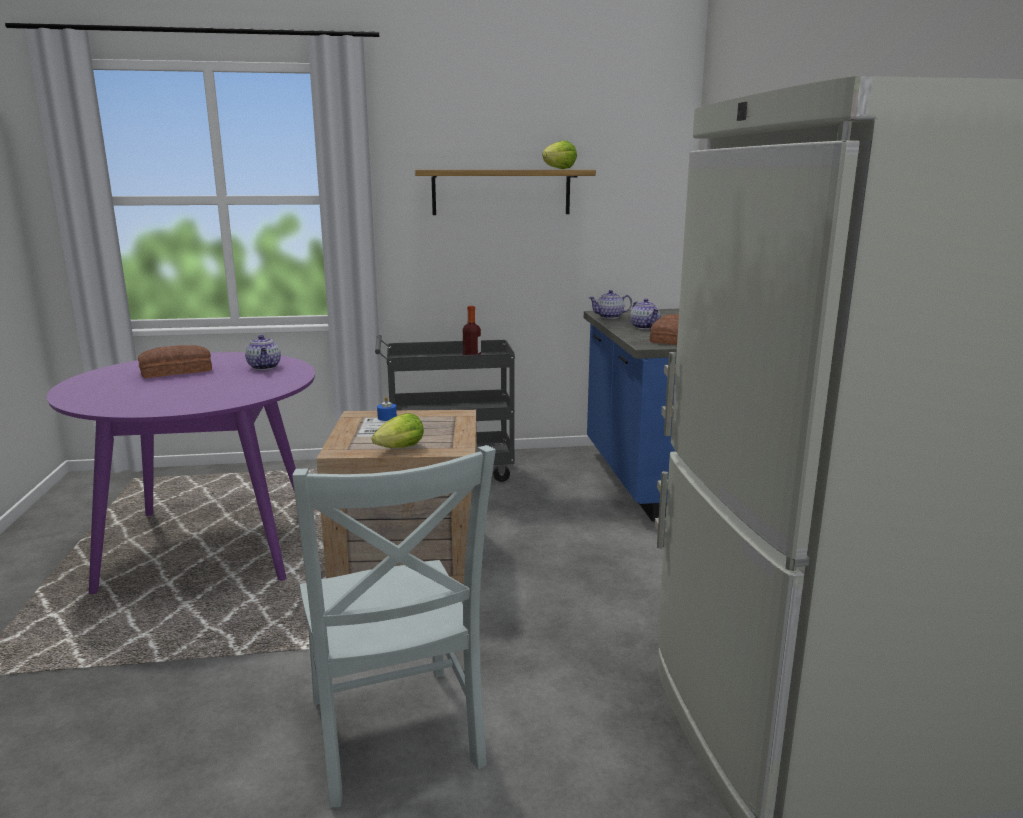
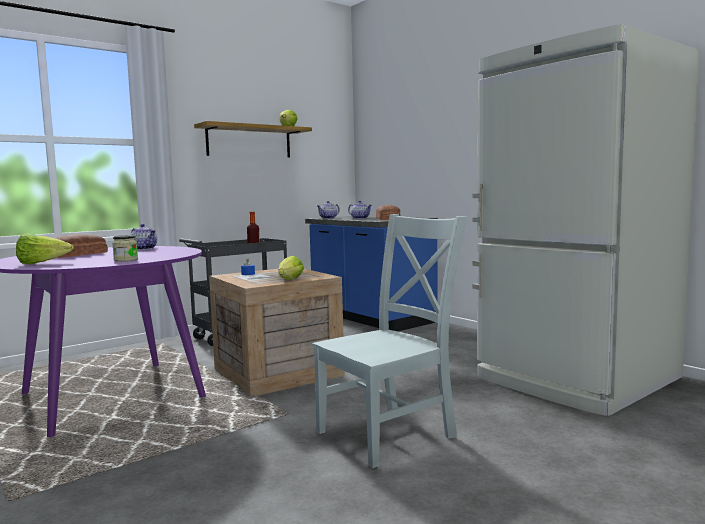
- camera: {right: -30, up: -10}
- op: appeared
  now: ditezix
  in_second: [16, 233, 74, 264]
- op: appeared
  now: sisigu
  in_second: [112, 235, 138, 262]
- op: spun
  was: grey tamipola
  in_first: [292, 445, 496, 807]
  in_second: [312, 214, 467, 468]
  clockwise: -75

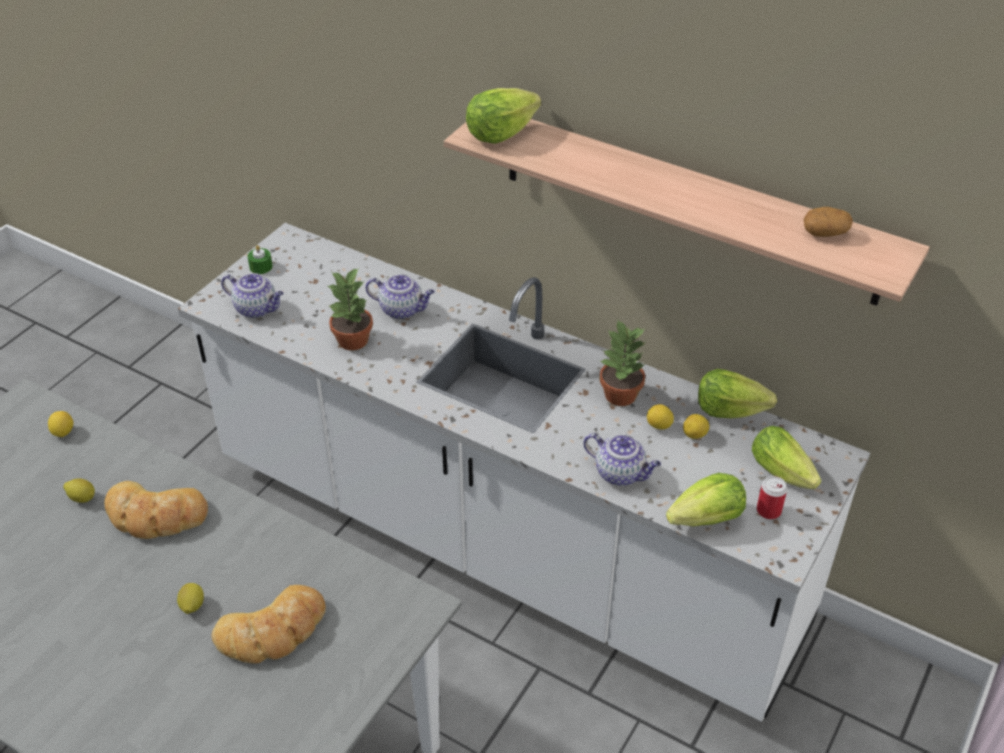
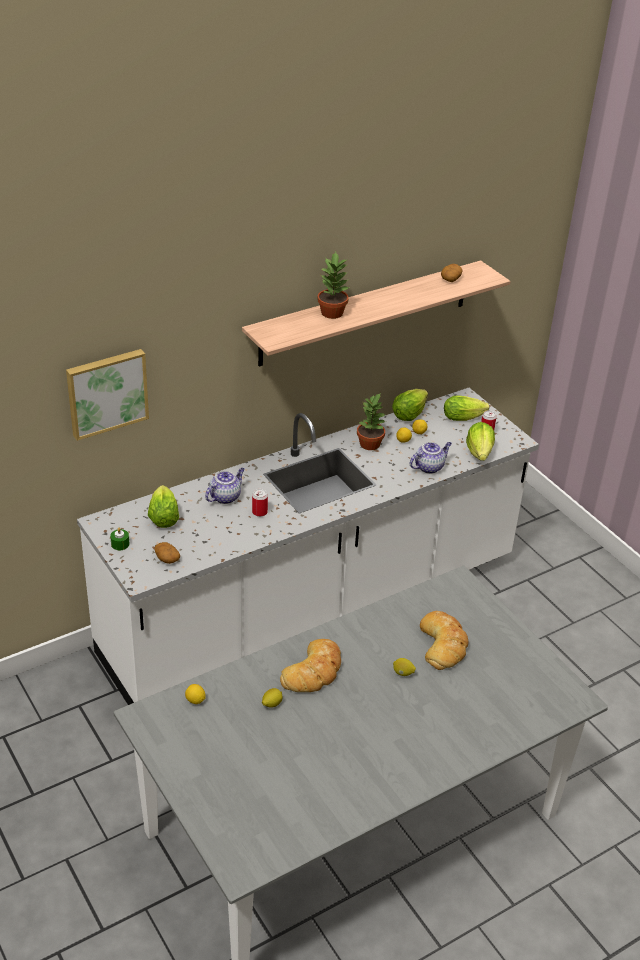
- camera: {right: -65, up: -5}
- op: appeared
  now: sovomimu
  in_second: [66, 349, 149, 441]
- op: relocated
  was: ditezix
  in_first: [466, 88, 541, 144]
  in_second: [148, 485, 179, 528]
- op: exchanged
  was: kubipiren
  now: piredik
  in_first: [221, 273, 284, 318]
  in_second: [154, 542, 180, 564]
- op: appeared
  now: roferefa
  in_second: [252, 489, 268, 517]
- op: relocated
  was: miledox
  in_first: [328, 268, 373, 350]
  in_second: [317, 252, 350, 319]

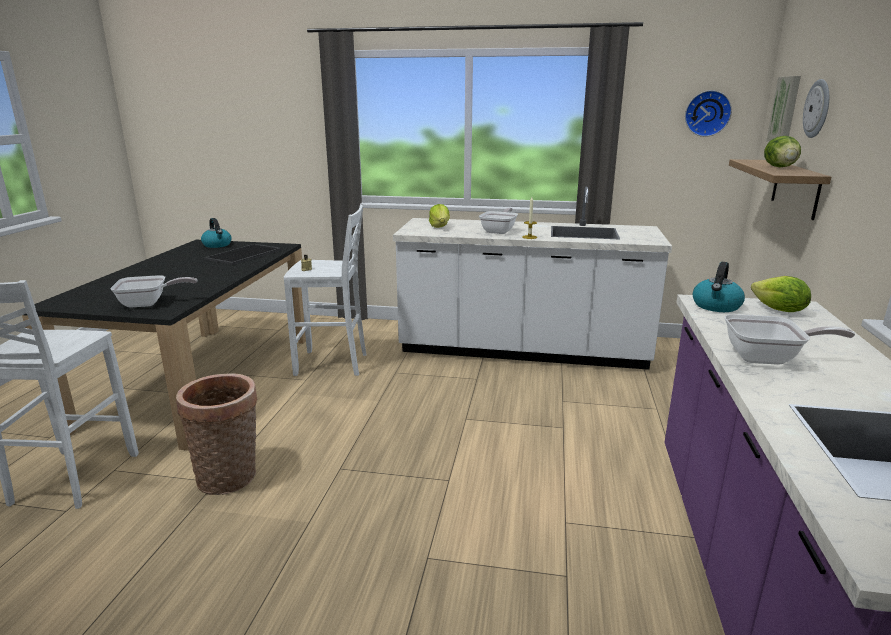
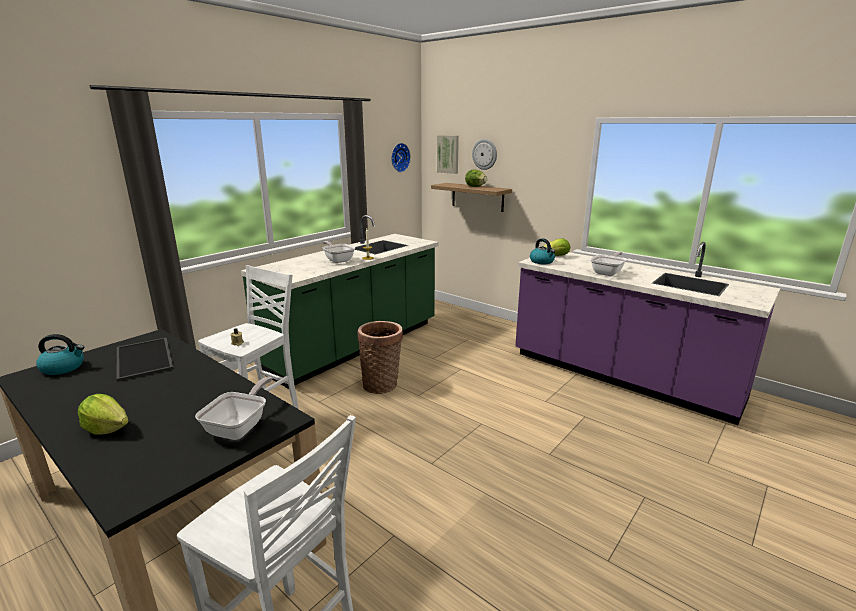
- camera: {right: -60, up: 0}
- op: relocated
  was: ditezix
  in_first: [429, 204, 450, 228]
  in_second: [78, 394, 129, 435]
- op: colour
  was: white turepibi
  now: green turepibi
  in_first: [393, 187, 672, 370]
  in_second: [241, 215, 439, 388]
- op: relocated
  was: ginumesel
  in_first: [176, 373, 258, 495]
  in_second: [357, 321, 403, 394]

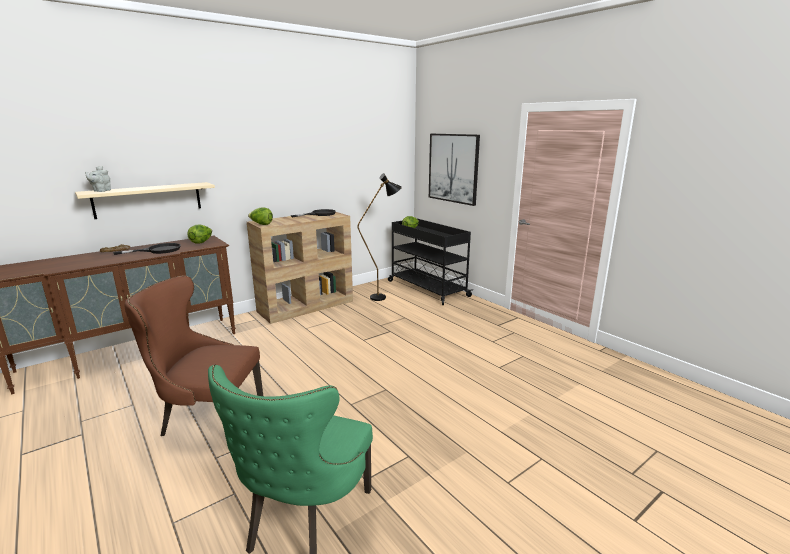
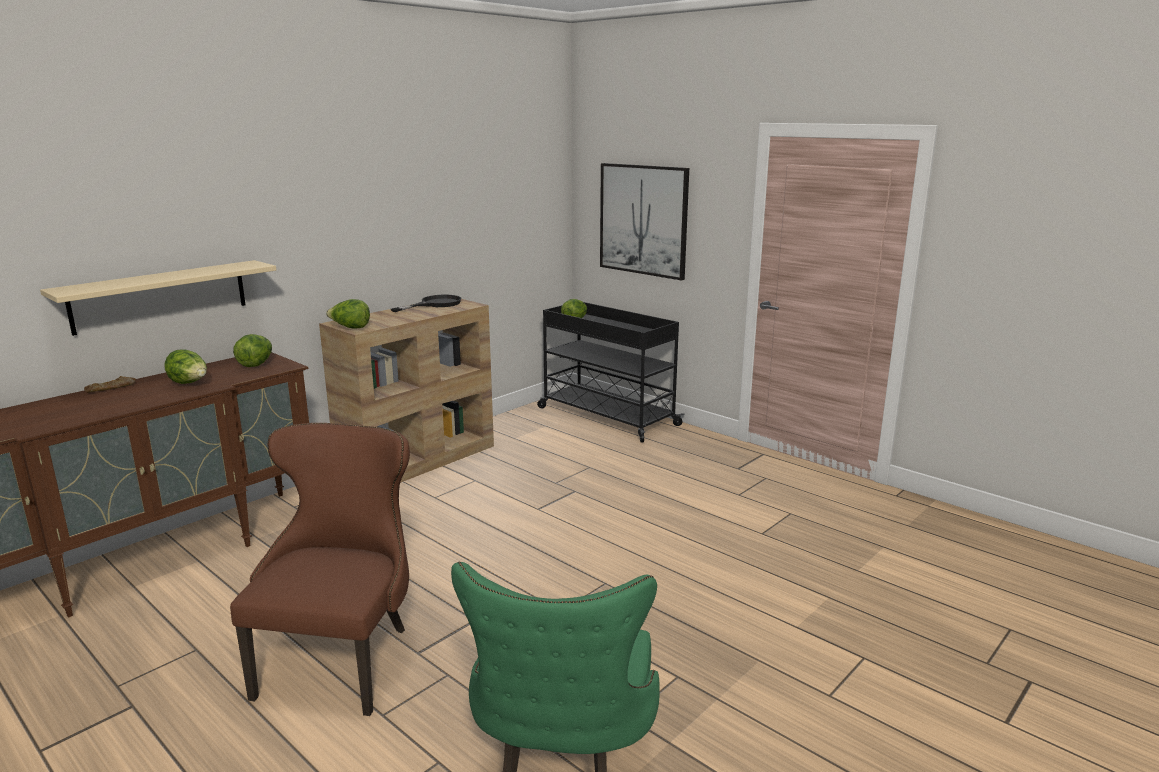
- camera: {right: -10, up: 0}
- op: exchanged
  was: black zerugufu
  now: ditezix
  in_first: [113, 243, 181, 255]
  in_second: [165, 349, 207, 384]
- op: spun
  was: brown tamipola
  in_first: [125, 276, 263, 436]
  in_second: [230, 423, 410, 716]
  clockwise: 105
- op: missing
  was: grey kubipiren
  in_first: [85, 166, 111, 192]
- op: missing
  was: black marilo
  in_first: [357, 173, 402, 301]

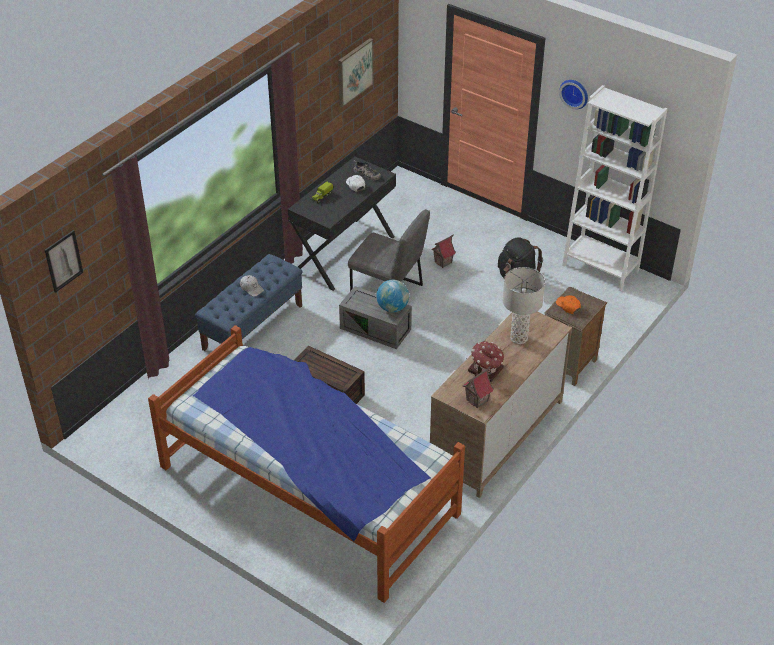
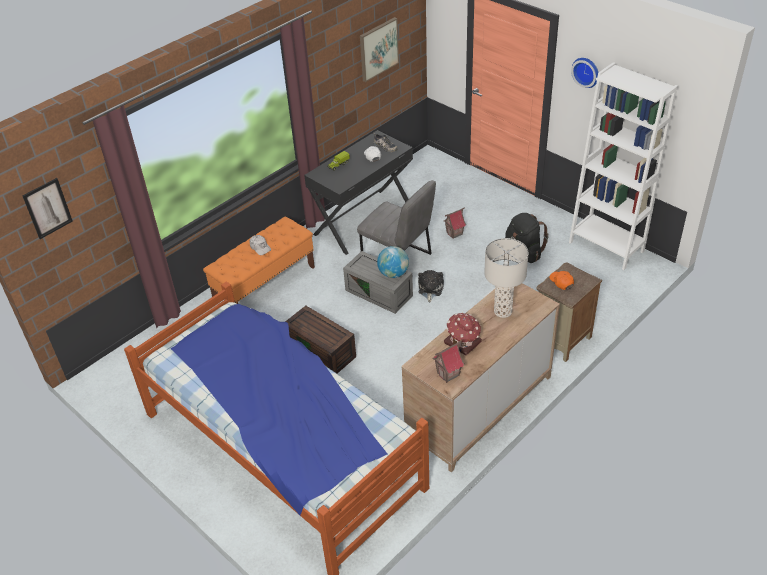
- camera: {right: 10, up: 0}
- op: colour
  was: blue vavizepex
  now: orange vavizepex
  in_first: [195, 254, 303, 351]
  in_second: [203, 217, 315, 304]
- op: appeared
  now: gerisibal
  in_second: [418, 270, 444, 302]

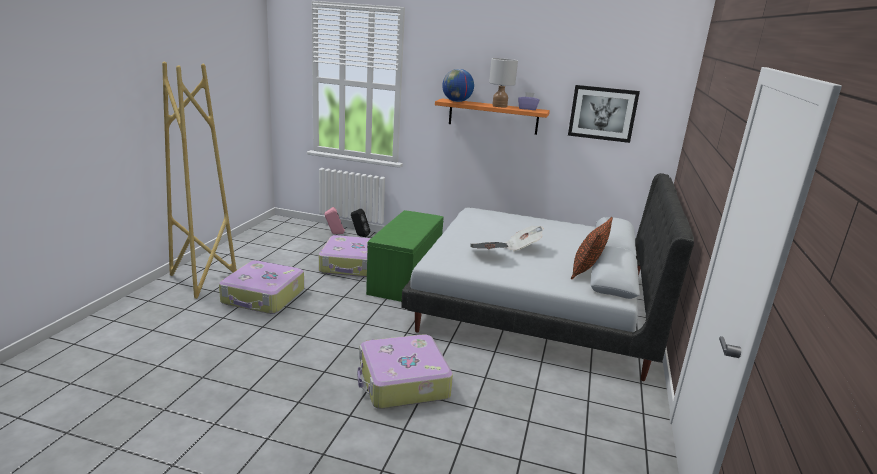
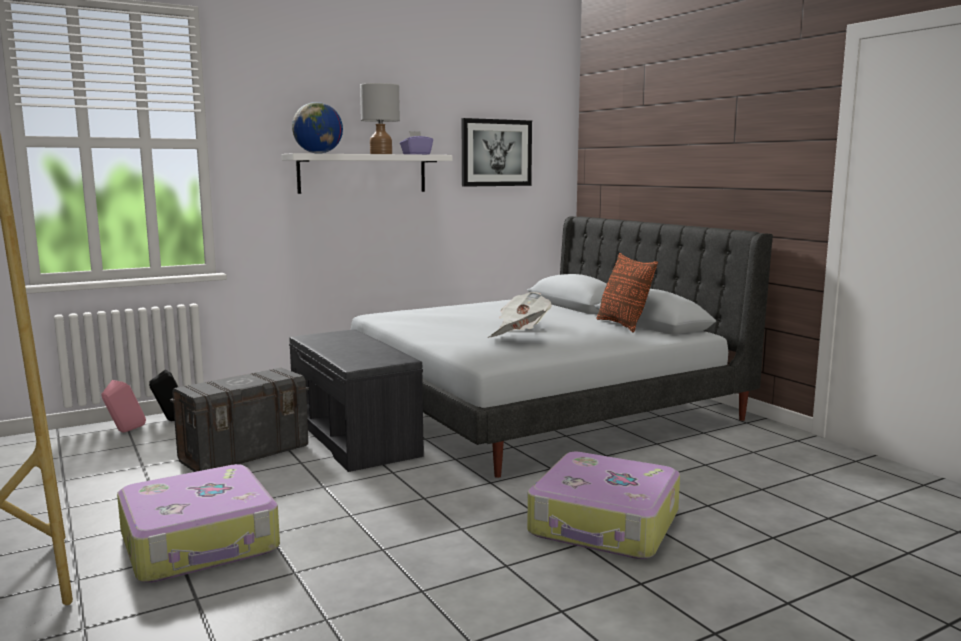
- camera: {right: -45, up: -10}
- op: exchanged
  was: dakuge
  now: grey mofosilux
  in_first: [319, 235, 371, 277]
  in_second: [170, 368, 309, 472]
- op: colour
  was: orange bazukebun
  now: white bazukebun
  in_first: [435, 99, 550, 135]
  in_second: [281, 153, 452, 194]
- op: colour
  was: green vavizepex
  now: grey vavizepex
  in_first: [366, 210, 444, 302]
  in_second: [289, 330, 424, 472]

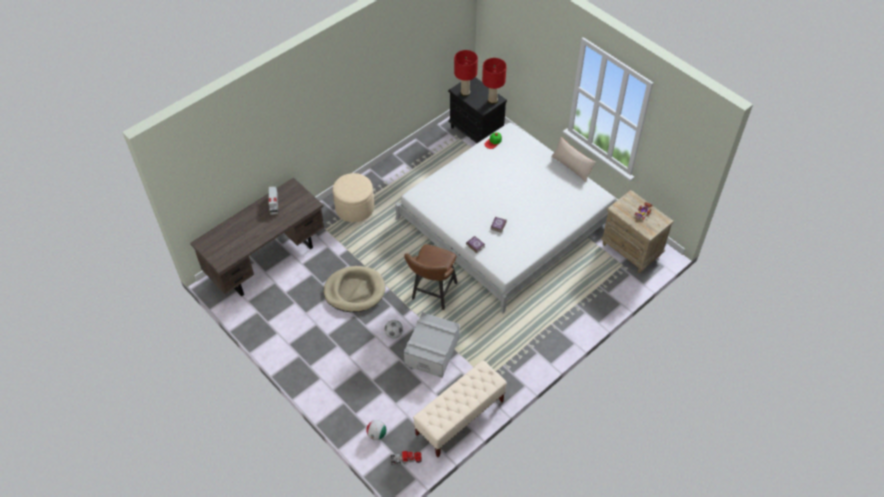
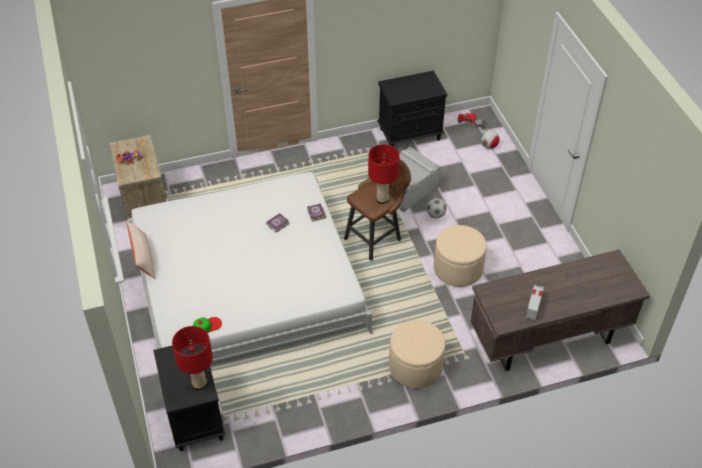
- camera: {right: -155, up: -5}
- op: relocated
  was: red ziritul
  in_first: [482, 58, 506, 105]
  in_second: [368, 144, 400, 204]
- op: exchanged
  was: beige vavizepex
  now: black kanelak
  in_first: [413, 360, 507, 457]
  in_second: [377, 71, 447, 147]
- op: exchanged
  was: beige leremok
  now: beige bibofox
  in_first: [324, 266, 385, 312]
  in_second: [434, 225, 487, 287]

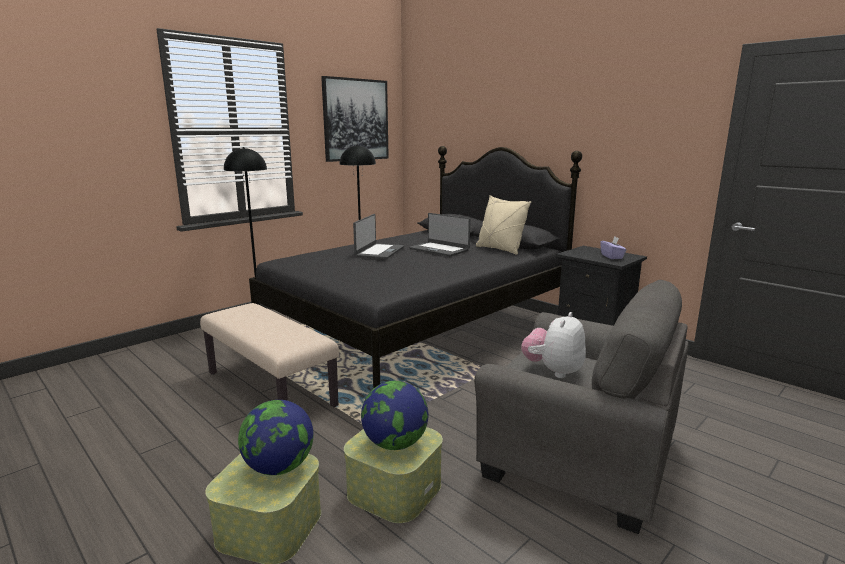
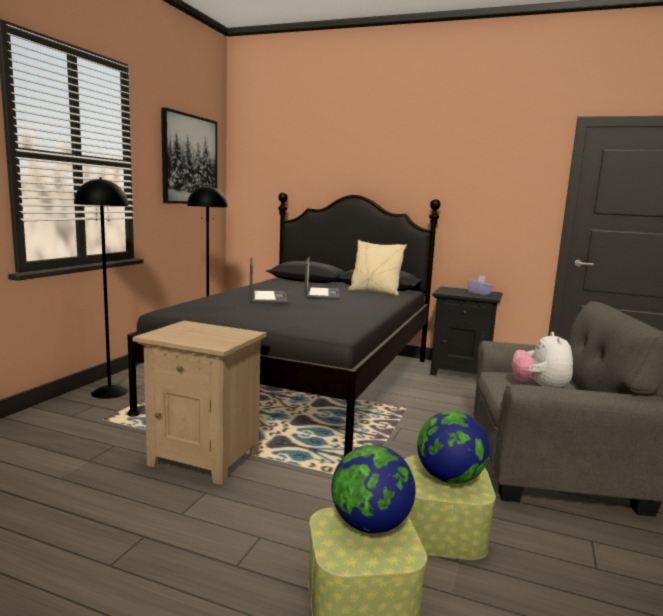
- camera: {right: -25, up: -5}
- op: exchanged
  was: beige vavizepex
  now: beige kanelak
  in_first: [200, 303, 339, 407]
  in_second: [132, 321, 267, 485]
- op: spun
  was: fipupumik
  in_first: [409, 213, 470, 256]
  in_second: [304, 257, 340, 300]
  clockwise: -105

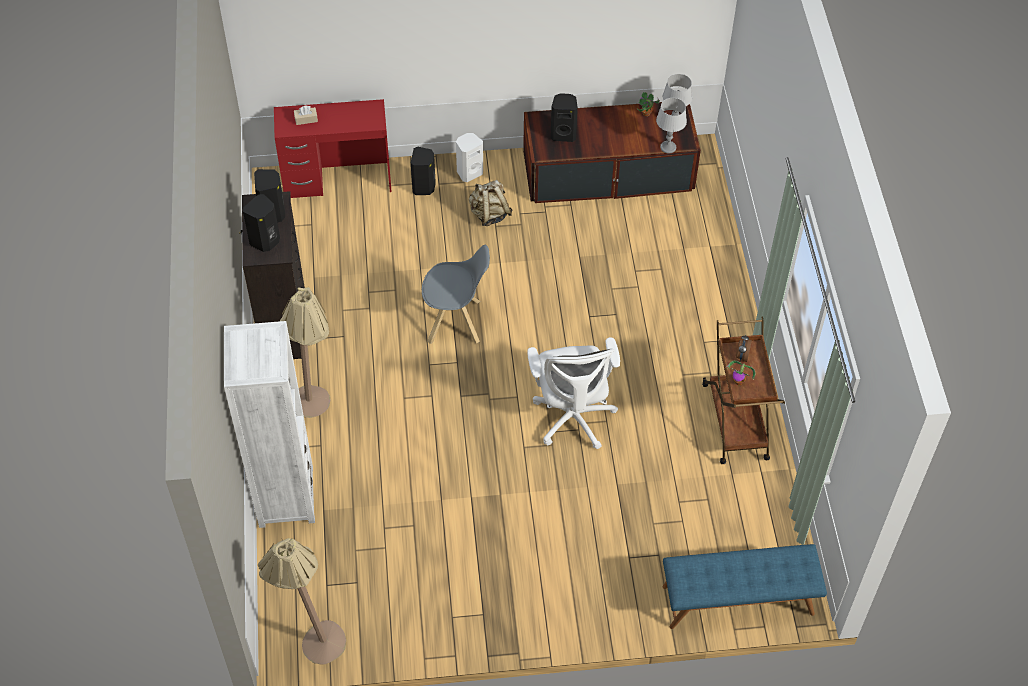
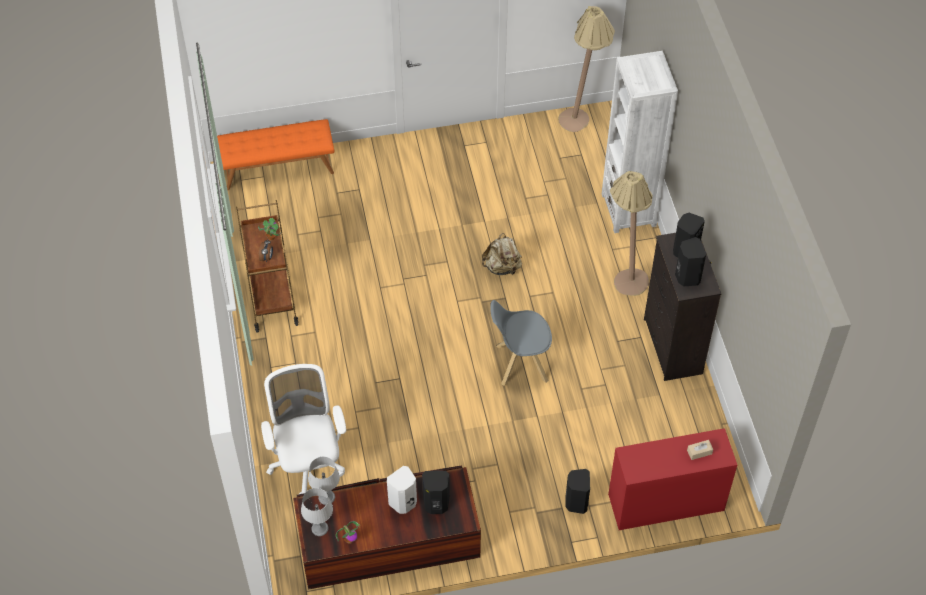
- camera: {right: 175, up: 0}
- op: colour
  was: blue vavizepex
  now: orange vavizepex
  in_first: [663, 544, 827, 629]
  in_second: [217, 119, 334, 190]
- op: relocated
  was: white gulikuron
  in_first: [527, 337, 620, 449]
  in_second: [261, 364, 346, 494]
- op: relocated
  was: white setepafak
  in_first: [456, 133, 483, 182]
  in_second: [387, 466, 417, 514]
- op: relocated
  was: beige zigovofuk
  in_first: [469, 179, 512, 226]
  in_second: [482, 233, 522, 275]

